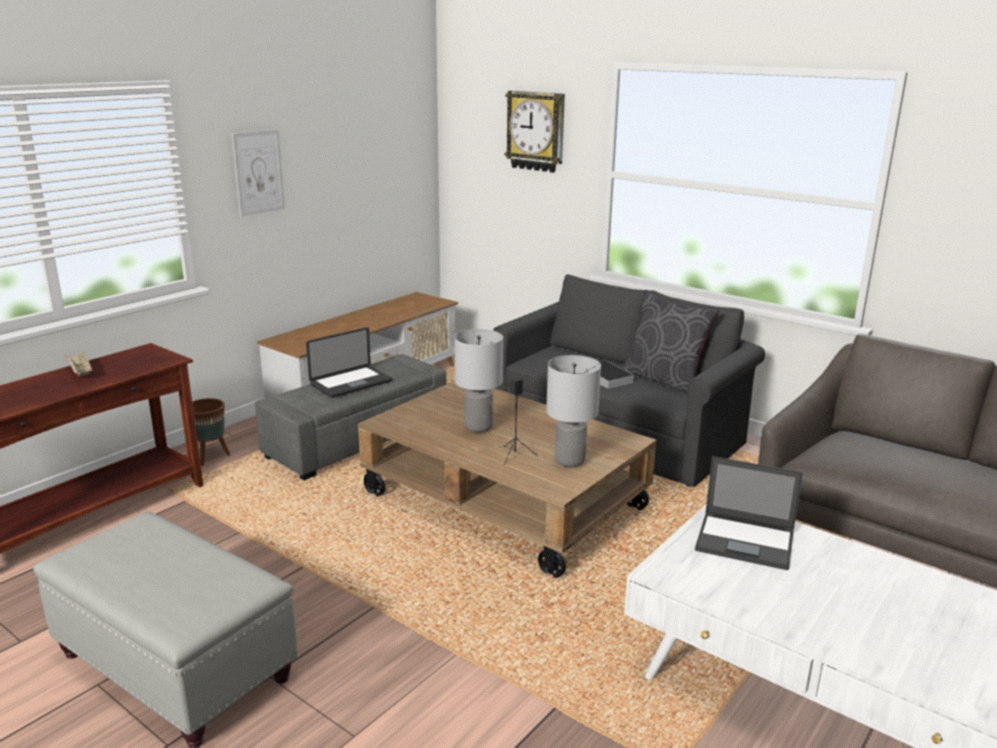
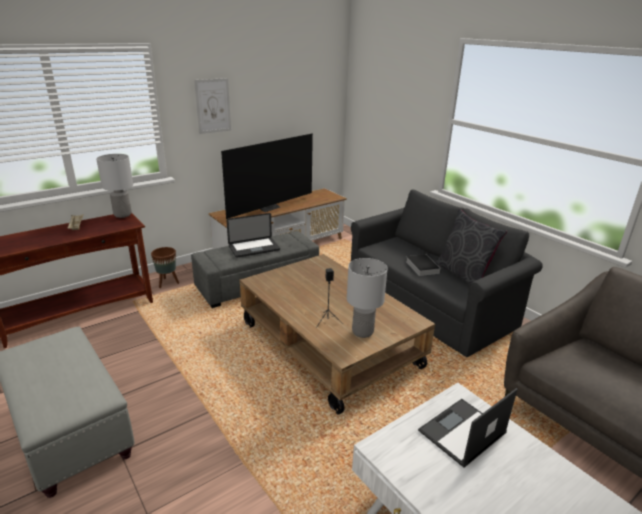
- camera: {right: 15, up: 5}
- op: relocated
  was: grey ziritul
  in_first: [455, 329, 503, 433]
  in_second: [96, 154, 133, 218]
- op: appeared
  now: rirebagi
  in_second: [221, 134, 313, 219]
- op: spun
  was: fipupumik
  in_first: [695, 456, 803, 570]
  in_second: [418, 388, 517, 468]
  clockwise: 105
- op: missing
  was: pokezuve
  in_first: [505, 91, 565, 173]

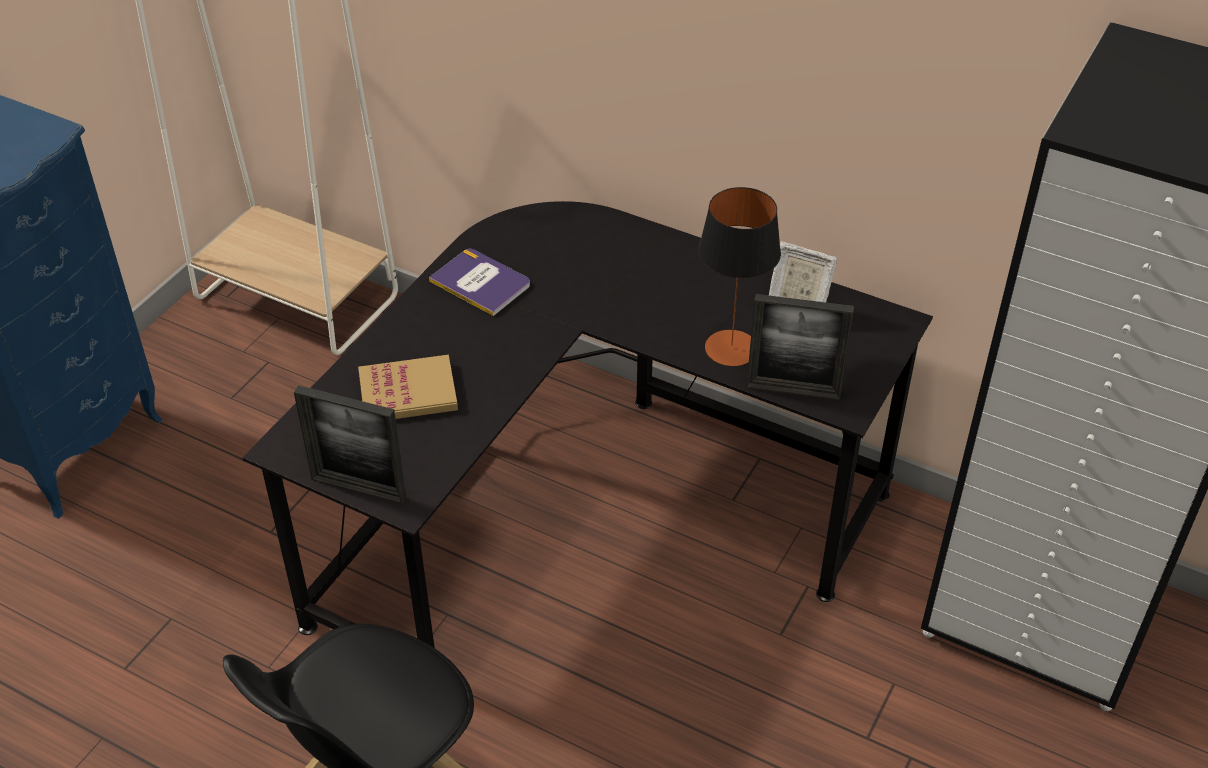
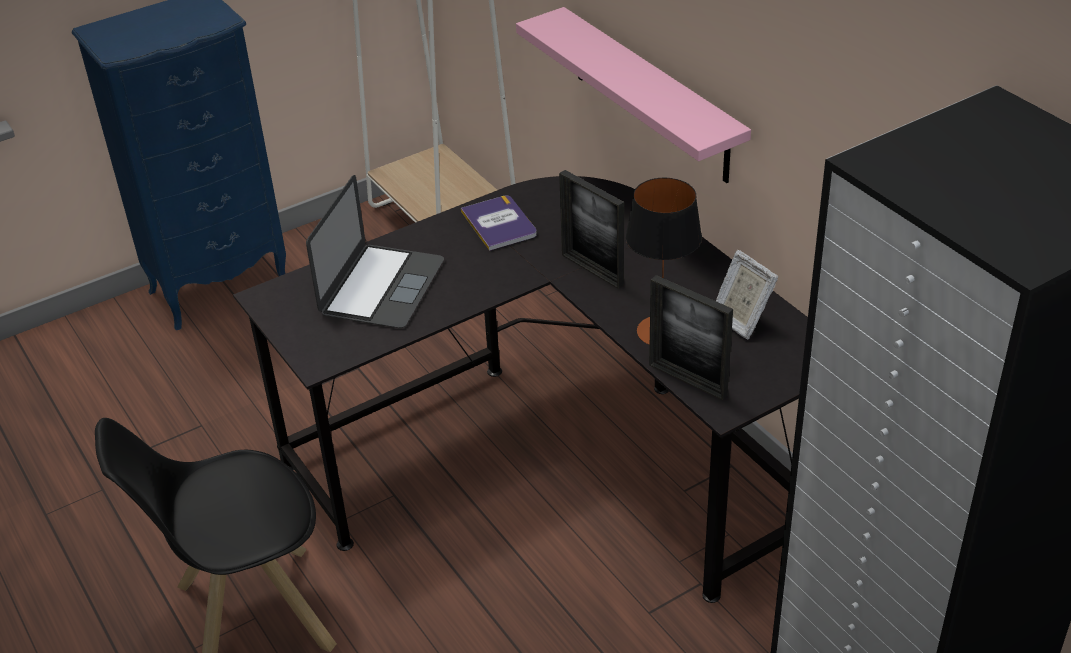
- camera: {right: 30, up: -5}
- op: exchanged
  was: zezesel
  now: fipupumik
  in_first: [358, 354, 458, 419]
  in_second: [306, 175, 444, 328]
- op: appeared
  now: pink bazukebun
  in_second: [516, 7, 751, 183]
- op: relocated
  was: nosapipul
  in_first: [294, 385, 406, 504]
  in_second: [559, 170, 624, 289]

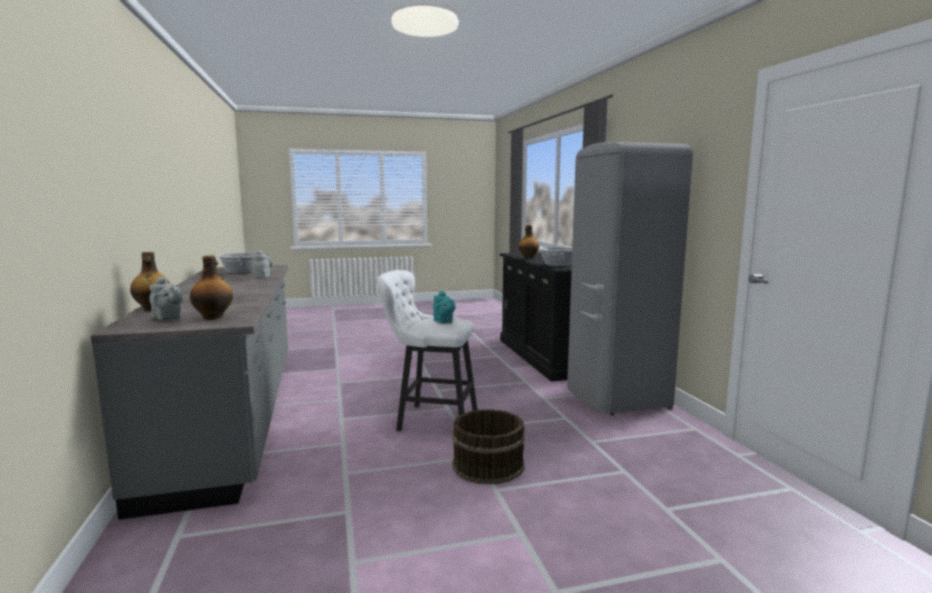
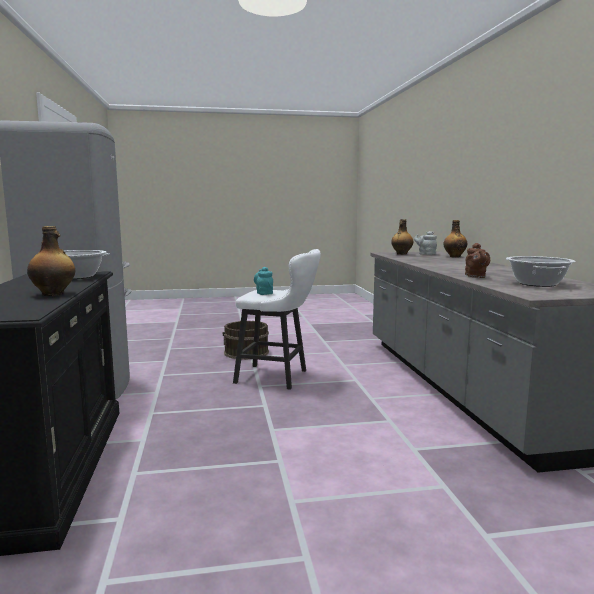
- camera: {right: -175, up: 0}
- op: colour
  was: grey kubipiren
  now: brown kubipiren
  in_first: [252, 250, 273, 278]
  in_second: [465, 243, 490, 278]

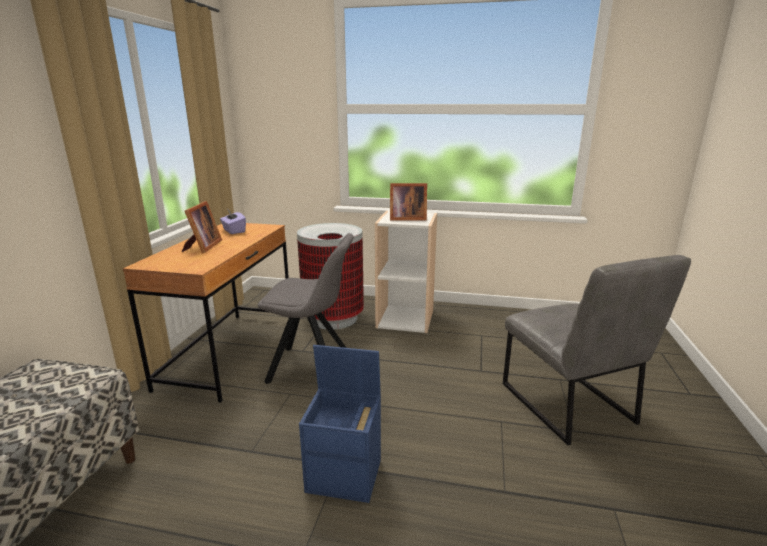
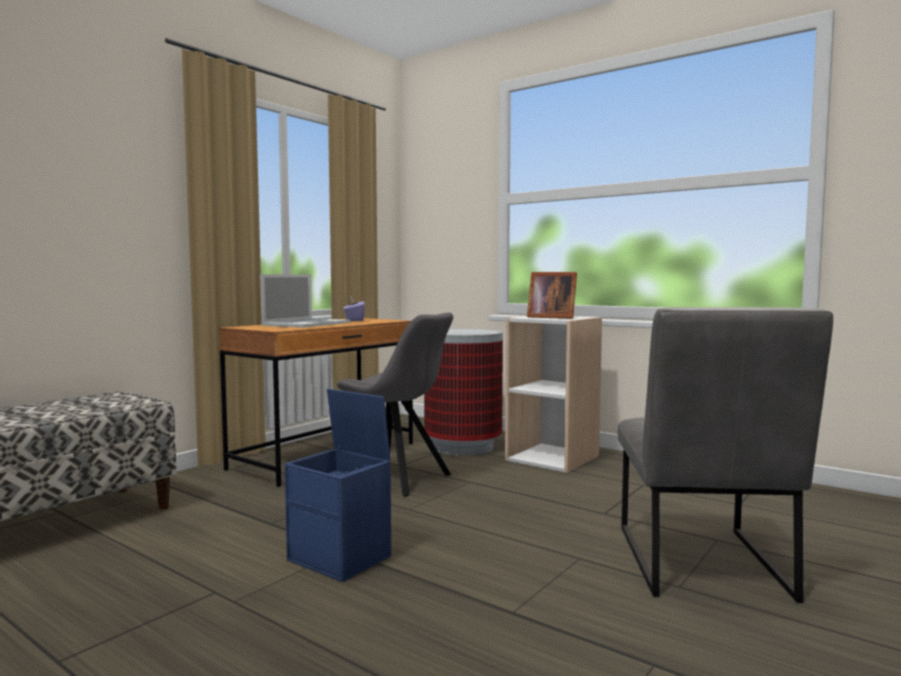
- camera: {right: 25, up: -15}
- op: exchanged
  was: nosapipul
  now: fipupumik
  in_first: [182, 201, 222, 253]
  in_second: [260, 274, 350, 328]

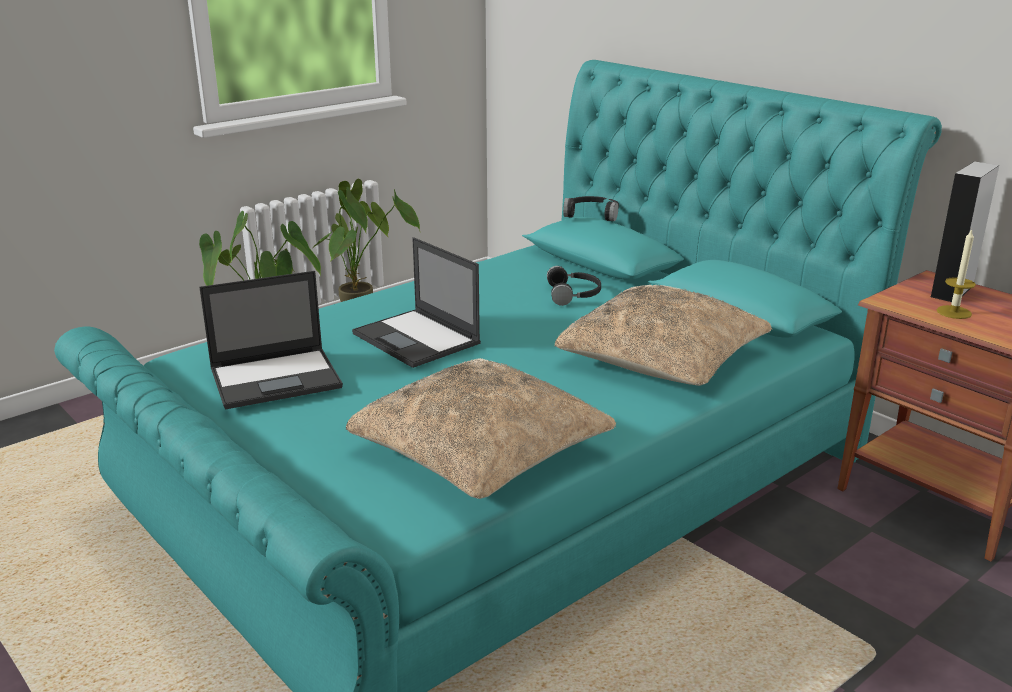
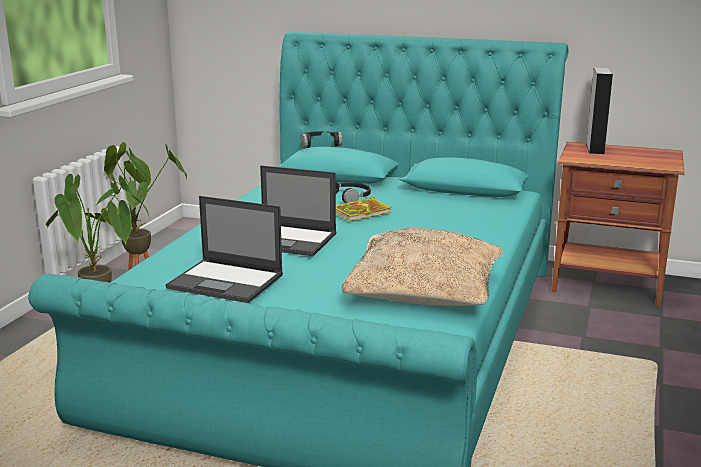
- camera: {right: -30, up: -5}
- op: spun
  was: fipupumik
  in_first: [199, 271, 343, 409]
  in_second: [165, 196, 283, 303]
  clockwise: 75
- op: appeared
  now: zezesel
  in_second: [336, 196, 392, 221]
- op: missing
  was: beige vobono
  in_first: [554, 284, 772, 386]
- op: missing
  was: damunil
  in_first: [937, 229, 976, 319]

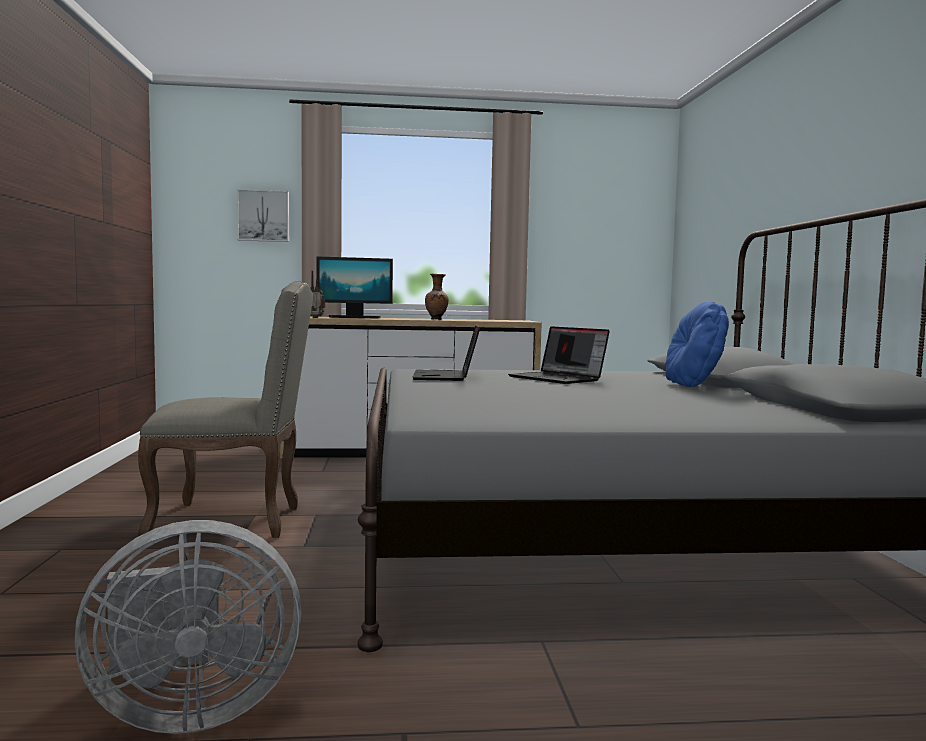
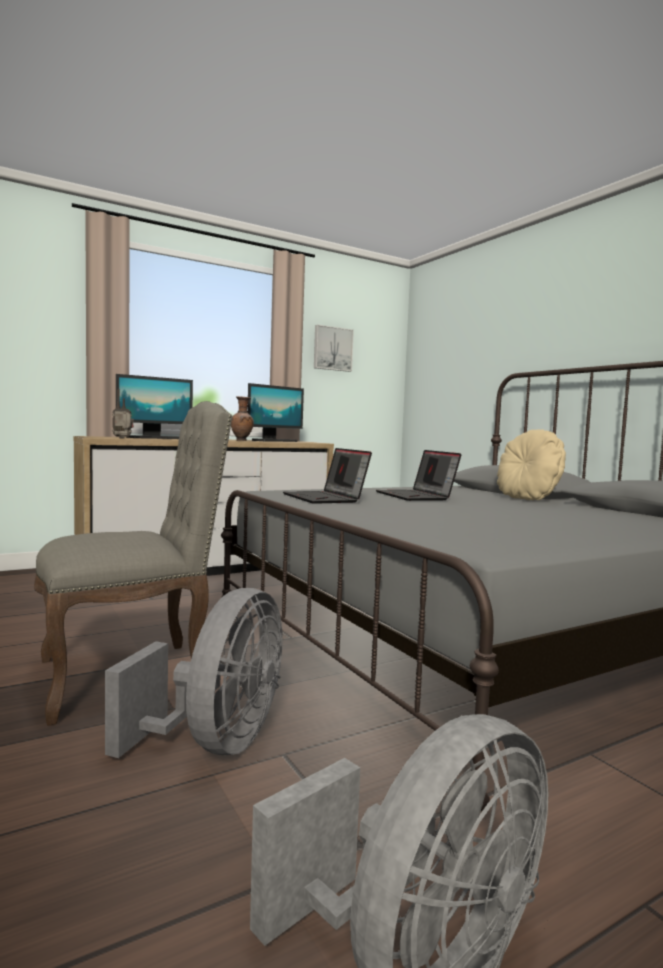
- camera: {right: -25, up: 0}
- op: appeared
  now: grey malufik
  in_second: [105, 588, 282, 758]
- op: appeared
  now: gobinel
  in_second: [247, 383, 304, 442]
- op: relocated
  was: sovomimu
  in_first: [237, 189, 289, 242]
  in_second: [314, 325, 354, 372]
- op: spun
  was: fipupumik
  in_first: [508, 326, 610, 384]
  in_second: [376, 450, 461, 501]
  clockwise: 45
- op: colour
  was: blue vobono
  now: beige vobono
  in_first: [665, 302, 729, 387]
  in_second: [497, 429, 566, 500]

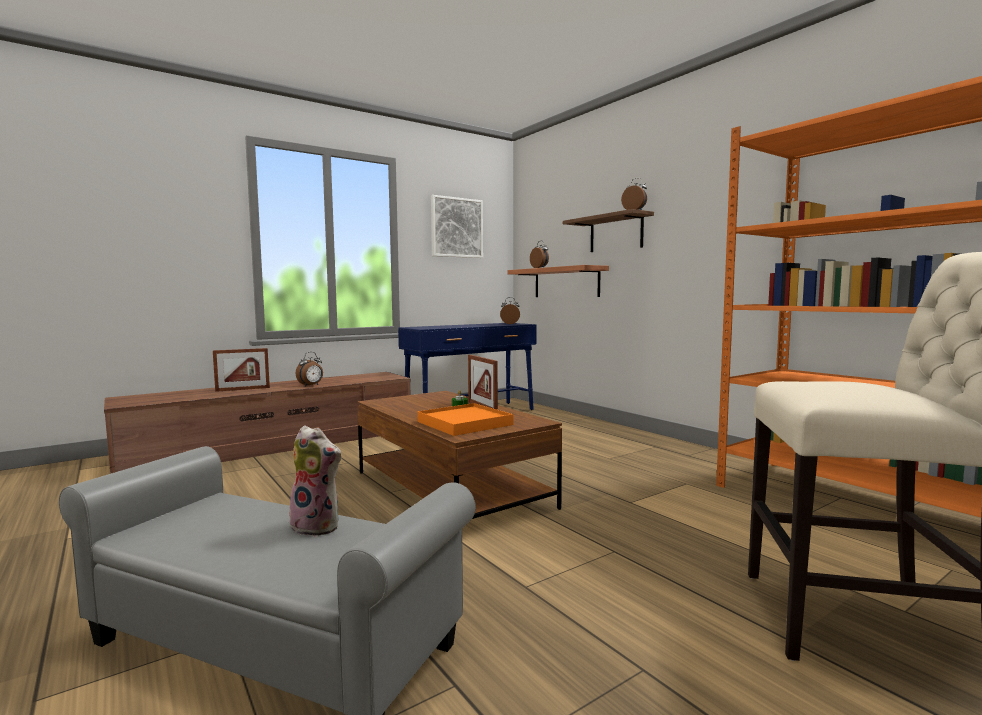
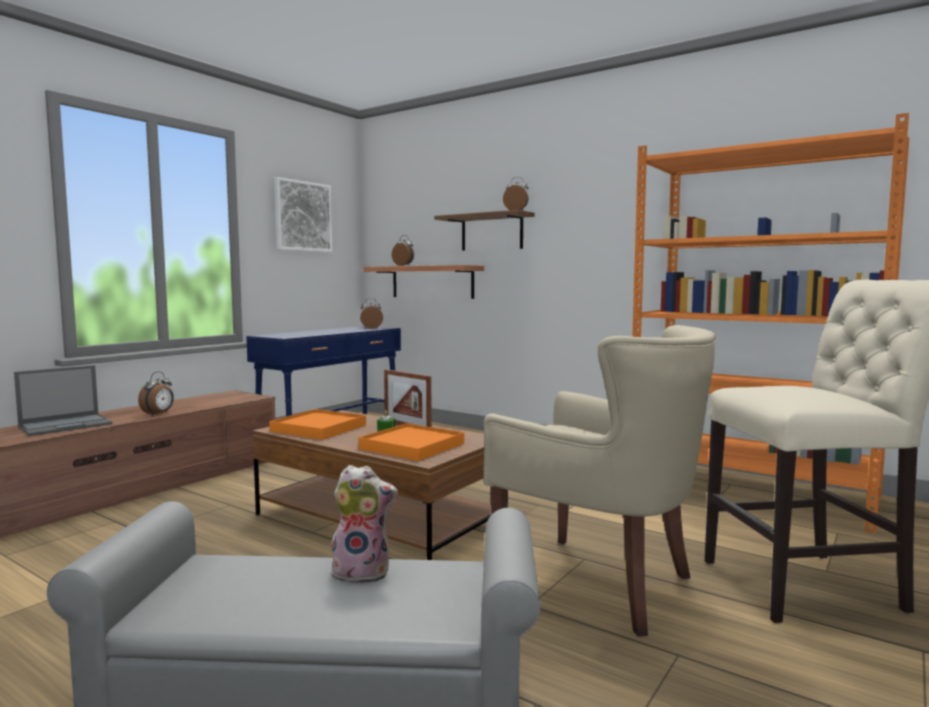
- camera: {right: -20, up: 0}
- op: exchanged
  was: nosapipul
  now: fipupumik
  in_first: [213, 348, 270, 392]
  in_second: [14, 365, 113, 436]
- op: appeared
  now: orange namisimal
  in_second: [269, 409, 366, 440]
- op: appeared
  now: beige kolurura
  in_second: [483, 325, 716, 637]

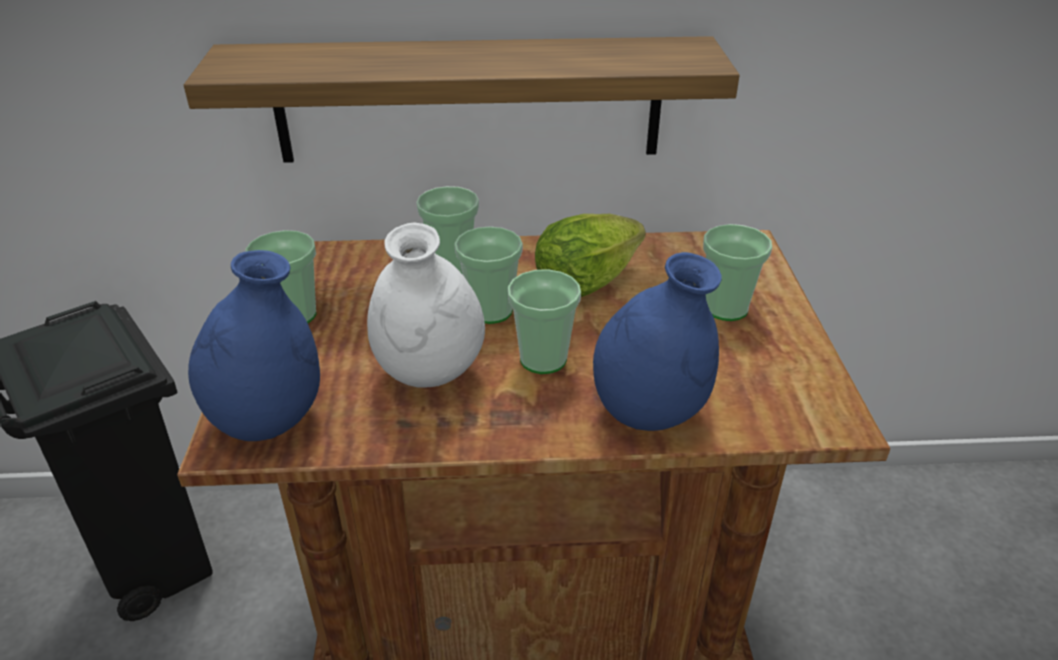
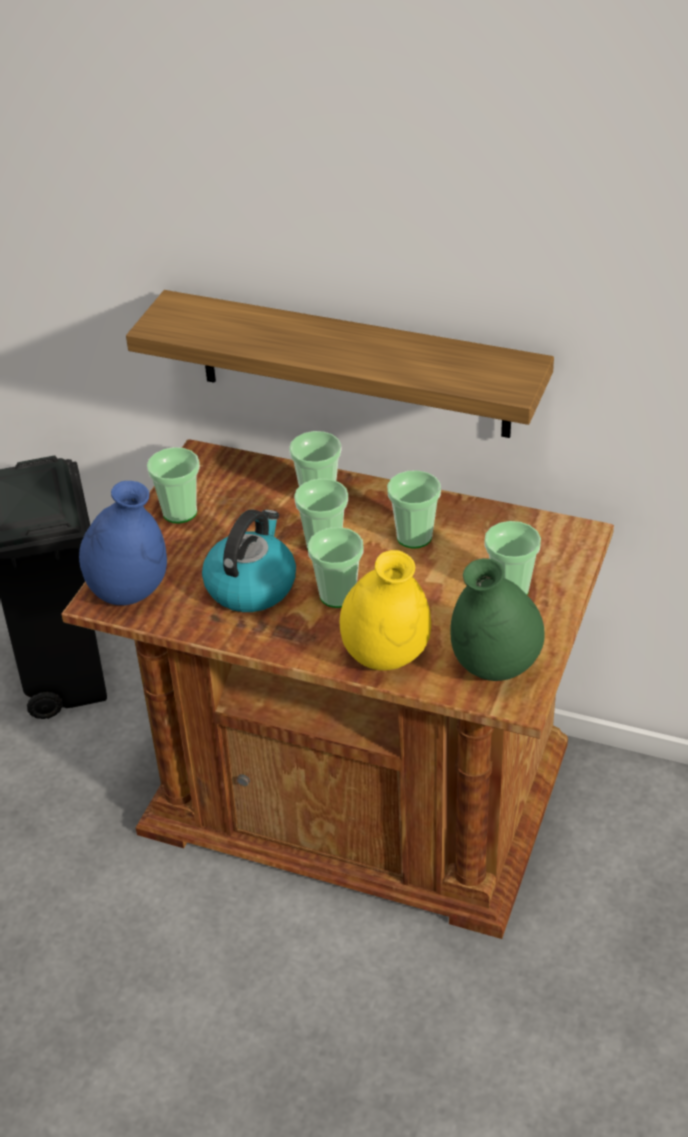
- camera: {right: 25, up: 5}
- op: exchanged
  was: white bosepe
  now: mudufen
  in_first: [367, 222, 485, 388]
  in_second: [202, 510, 296, 612]
- op: colour
  was: blue bosepe
  now: yellow bosepe
  in_first: [593, 252, 722, 431]
  in_second: [340, 550, 431, 671]
- op: exchanged
  was: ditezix
  now: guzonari
  in_first: [535, 214, 646, 297]
  in_second: [387, 470, 441, 548]
- op: appeared
  now: green bosepe
  in_second: [450, 558, 545, 681]

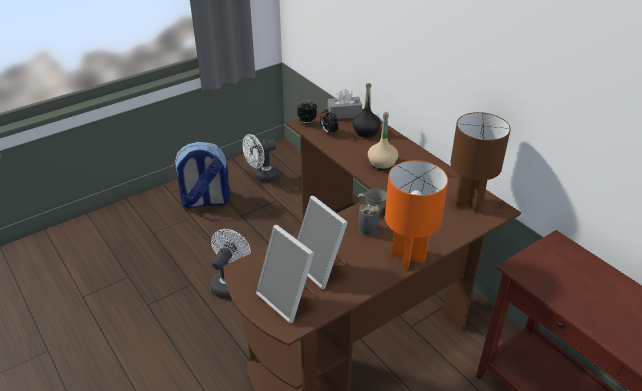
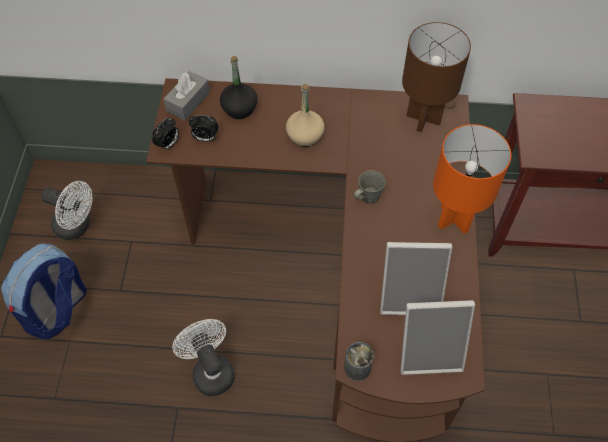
- camera: {right: -50, up: 20}
- op: spun
  was: white malufik
  in_first: [242, 134, 280, 182]
  in_second: [41, 181, 93, 240]
  clockwise: -75
- op: relocated
  was: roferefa
  in_first: [358, 202, 380, 236]
  in_second: [344, 342, 373, 381]

